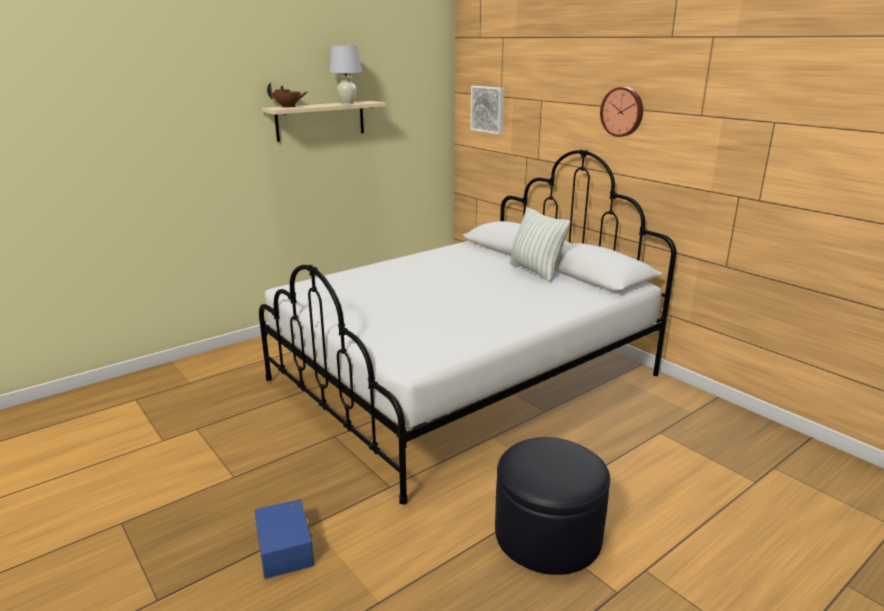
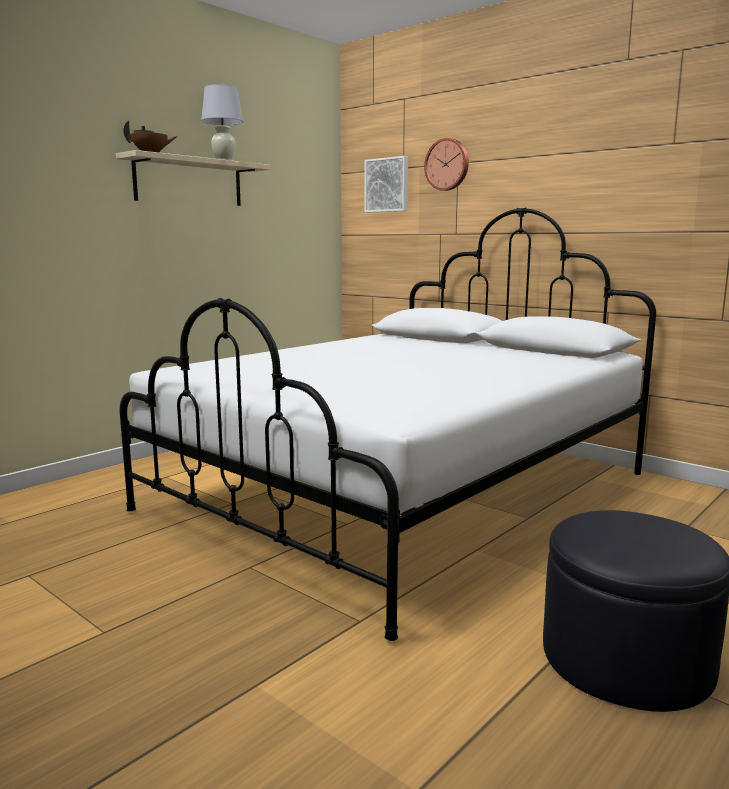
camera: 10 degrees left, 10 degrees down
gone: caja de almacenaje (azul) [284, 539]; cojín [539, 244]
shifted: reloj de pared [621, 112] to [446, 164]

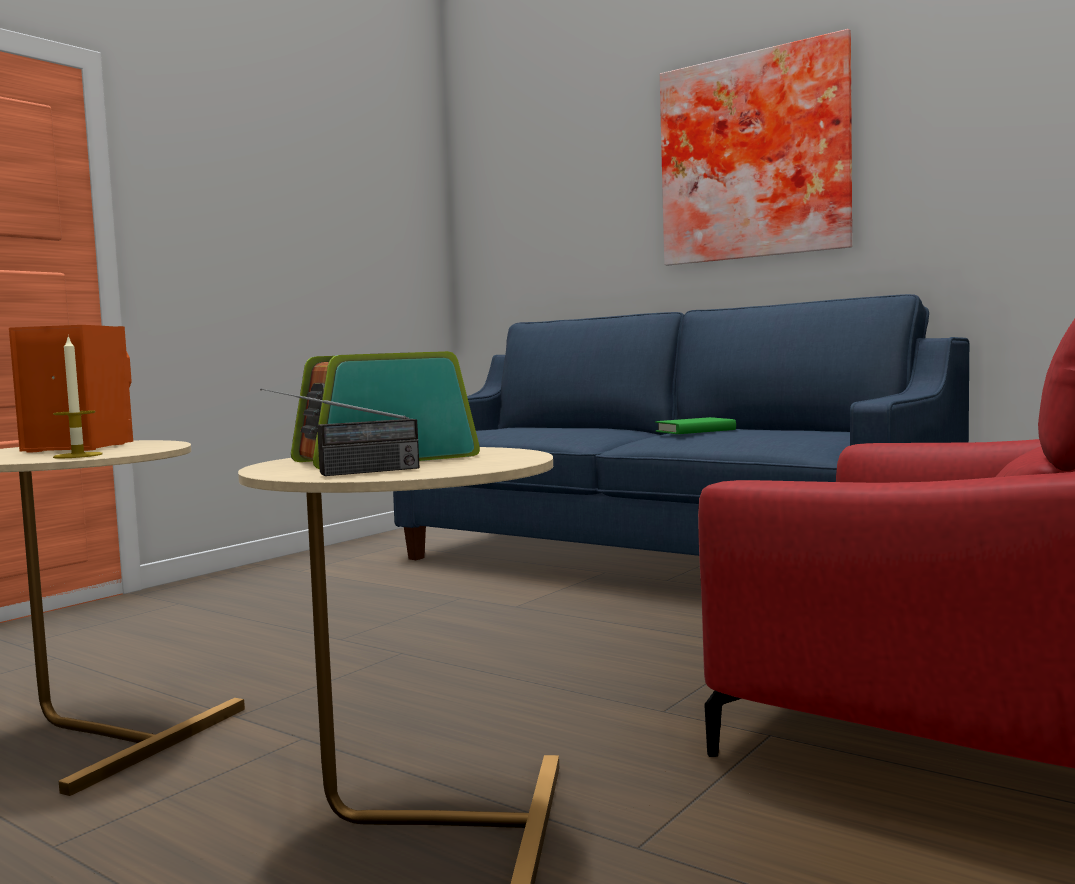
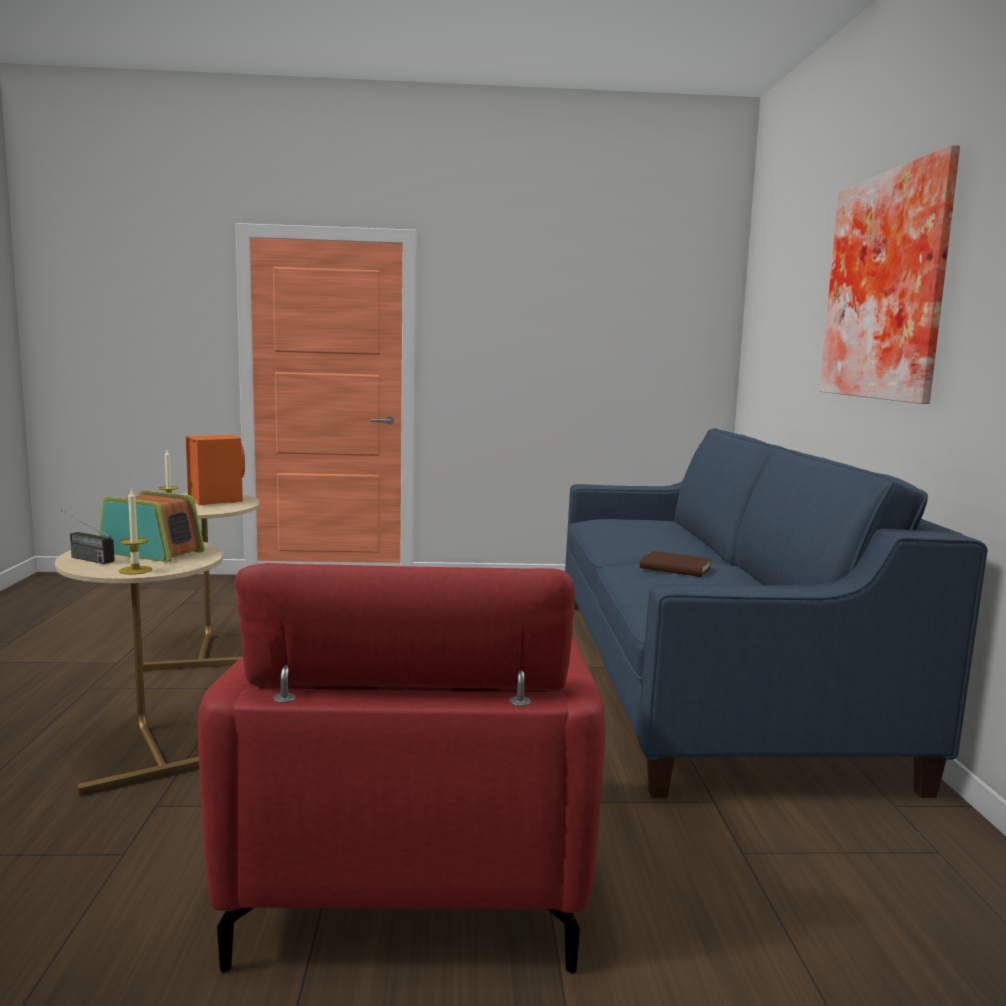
camera: 50 degrees right, 5 degrees up
new: vela [135, 531]
repainted: libro (verde) [695, 425] to libro (marrón) [676, 564]

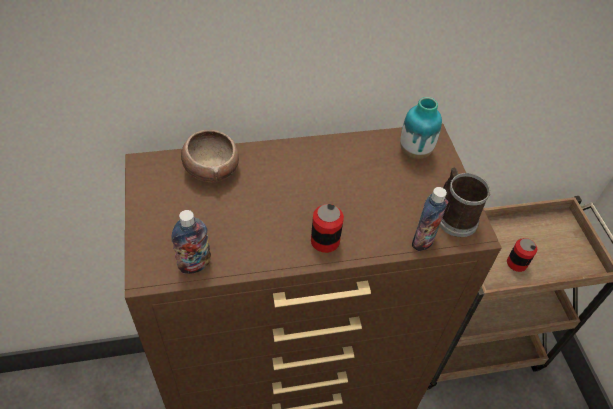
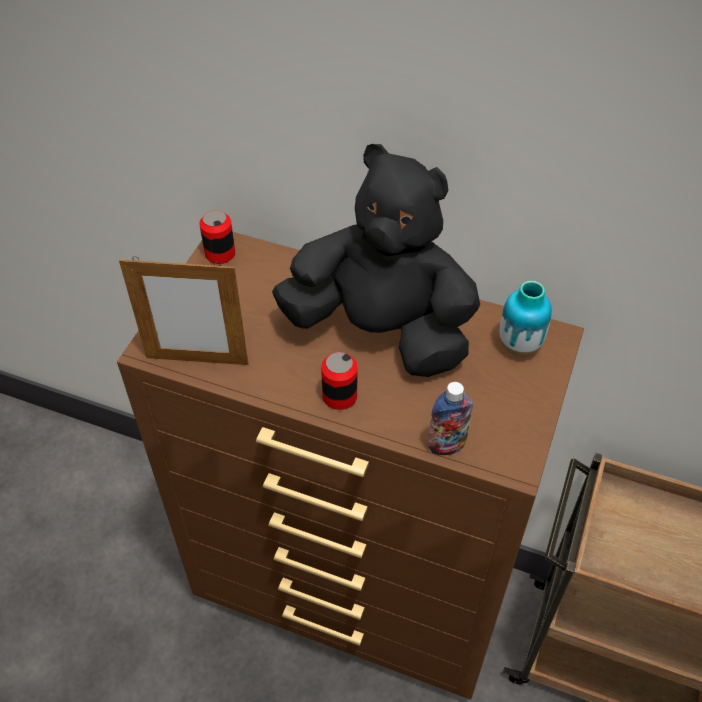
camera: 35 degrees right, 0 degrees up
gone: cuenco [210, 156]; taza grande [465, 202]
new: peluche (negro) [376, 260]
shifted: lata [522, 255] to [217, 237]
swapped: botella [191, 242] to portarretratos [183, 310]

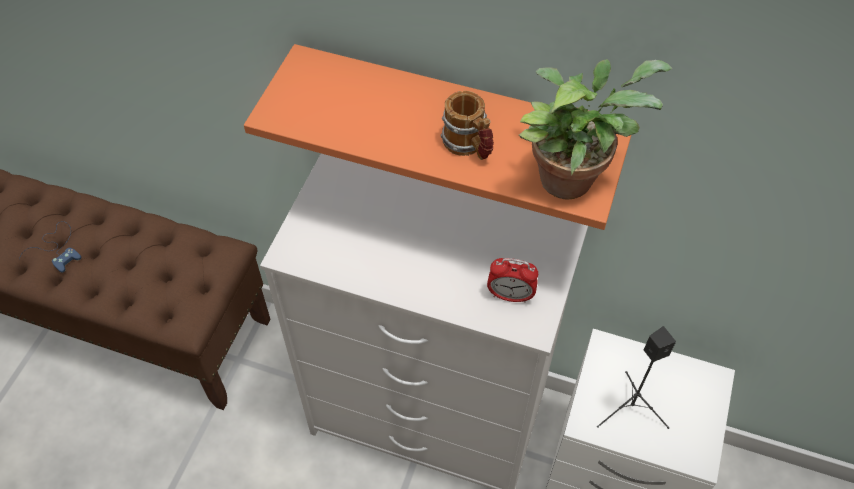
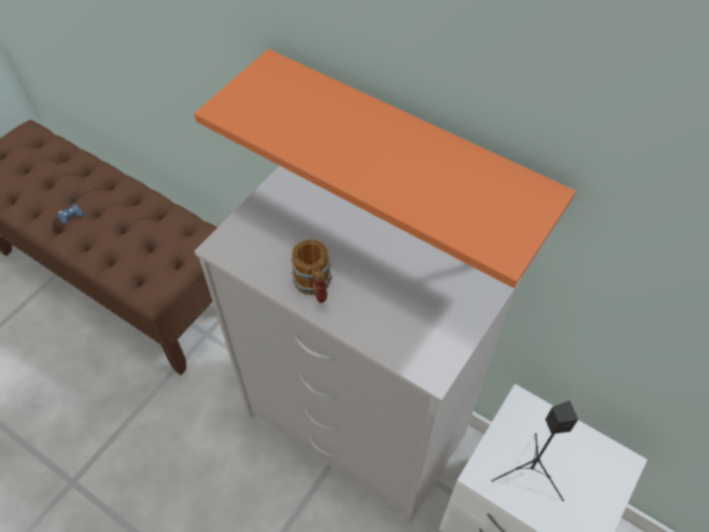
camera: 15 degrees right, 0 degrees up
gone: despertador [512, 280]; planta en maceta [596, 129]
shifted: taza grande [467, 125] to [311, 271]

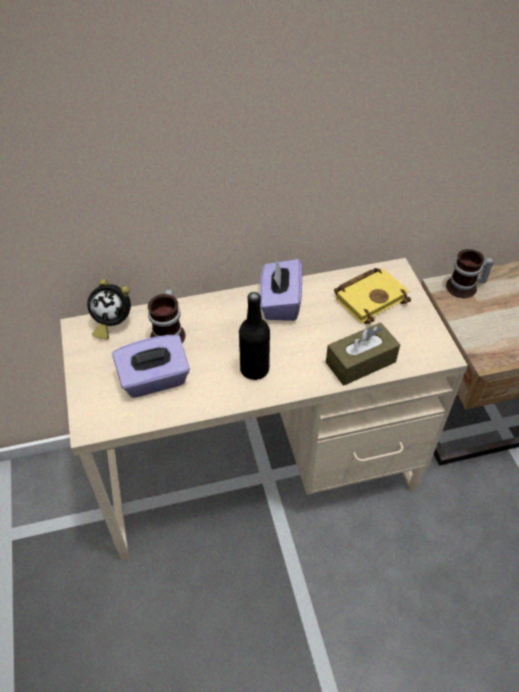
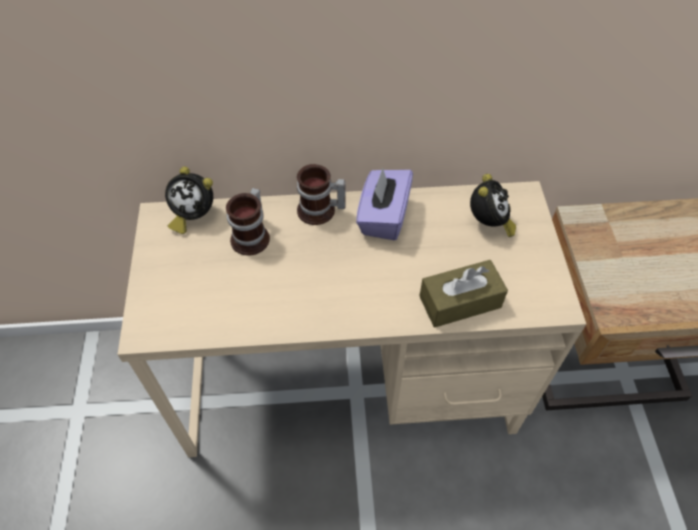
camera: 10 degrees right, 5 degrees up
gone: caja de pañuelos (morado) [151, 366]; botella (negro) [254, 336]
shifted: taza grande [470, 273] to [321, 194]
swapped: libro (amarillo) [372, 296] to despertador [493, 205]

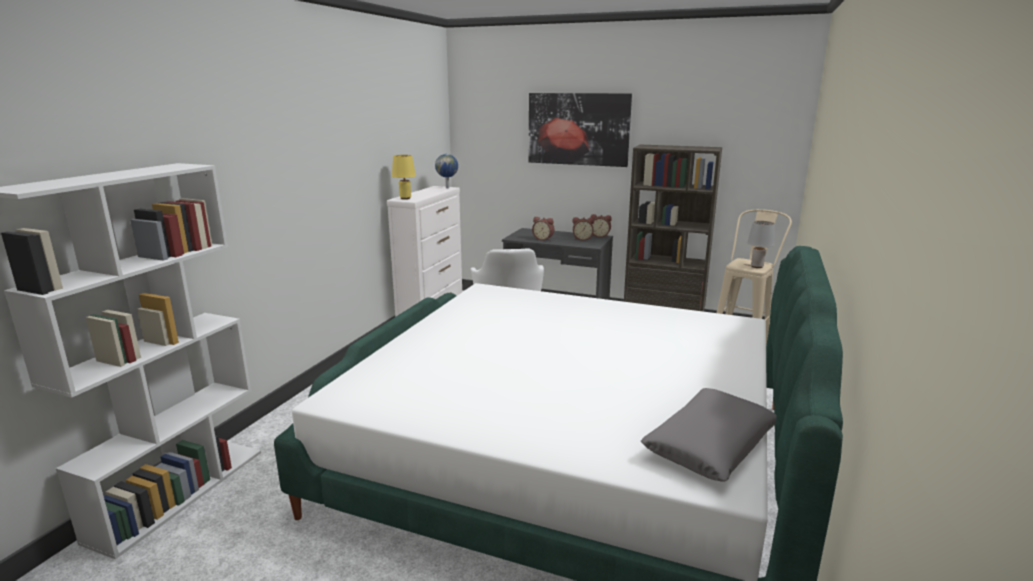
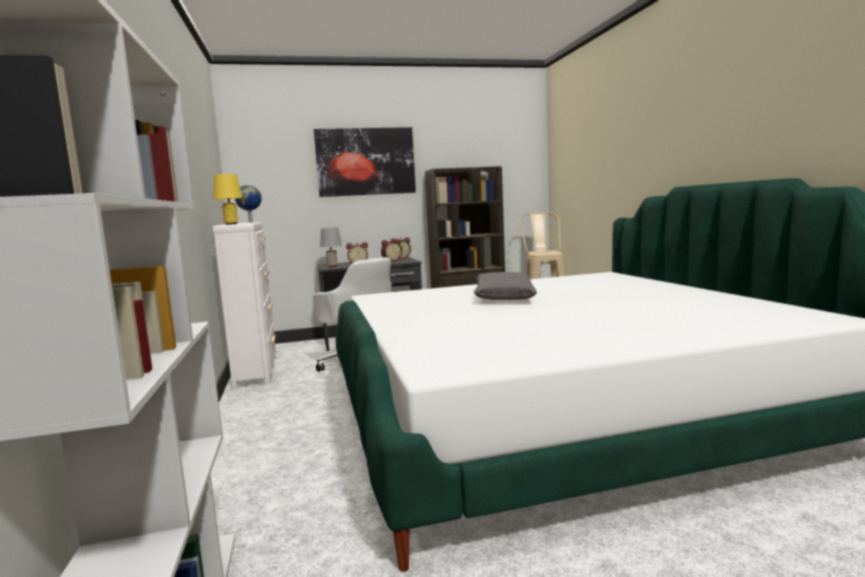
camera: 35 degrees left, 10 degrees down
shifted: cojín (gris) [709, 435] to [505, 286]; lámpara de mesa (gris) [760, 244] to [331, 247]

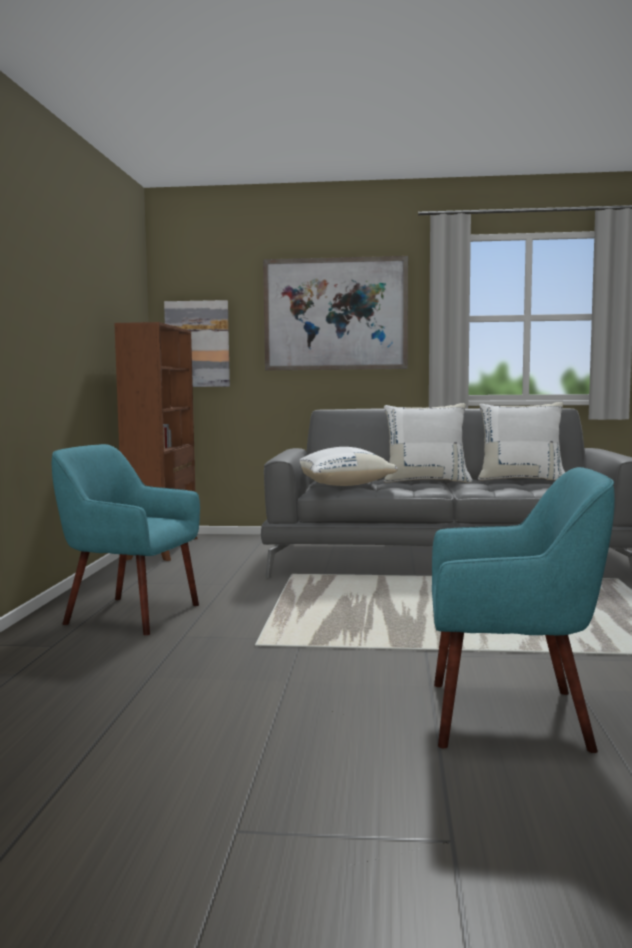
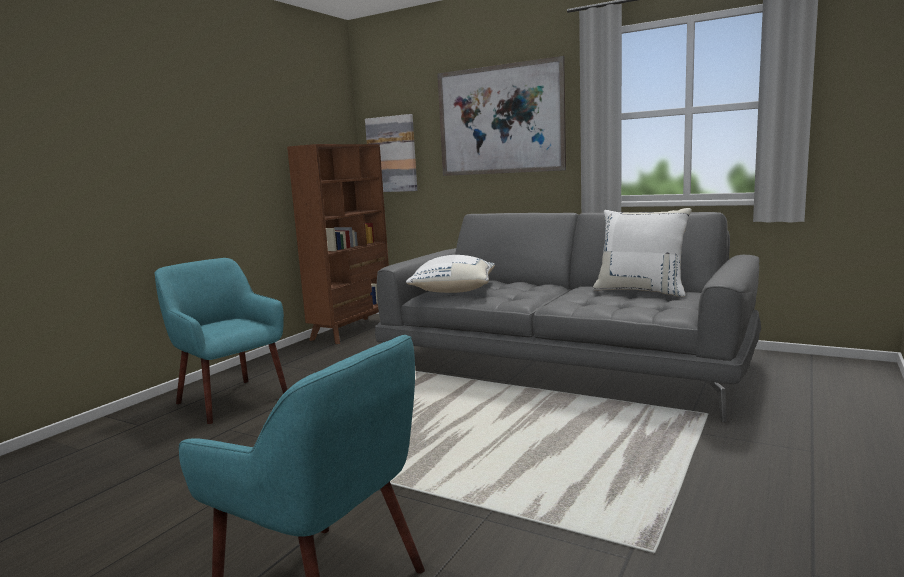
camera: 25 degrees right, 5 degrees up
gone: cojín (blanco) [428, 443]

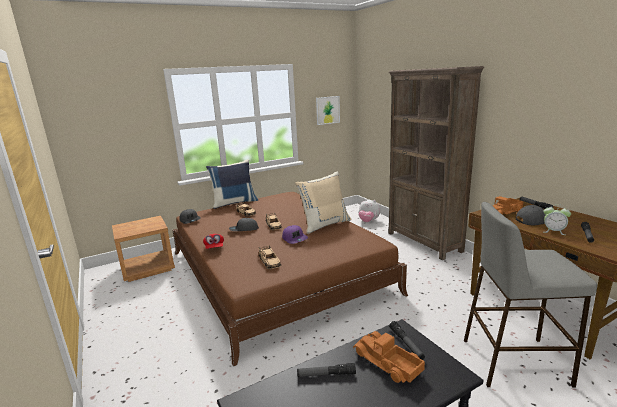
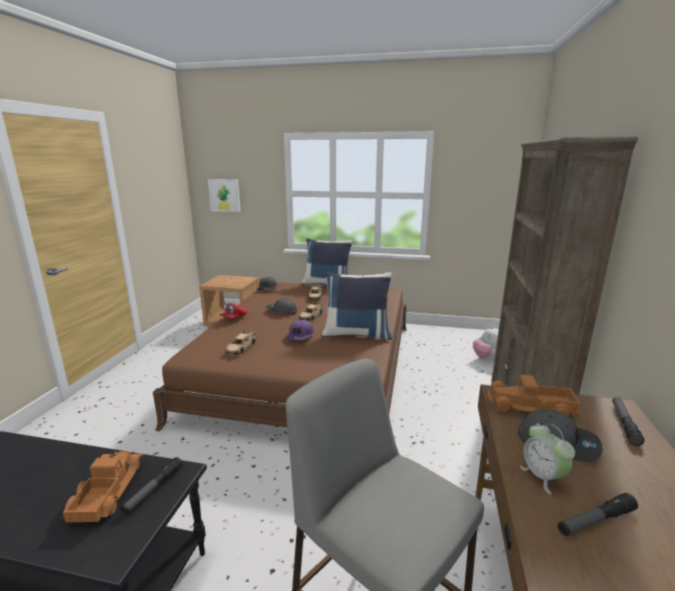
camera: 40 degrees right, 0 degrees up
gone: linterna [326, 370]
shifted: cuadro [328, 110] to [224, 195]
repainted: cojín (beis) [323, 203] to cojín (azul) [356, 306]

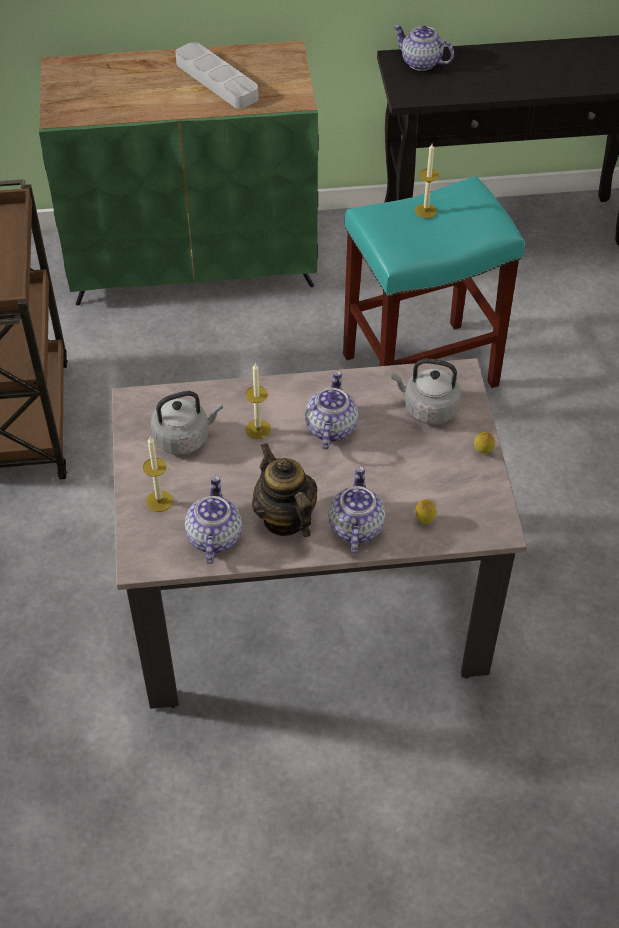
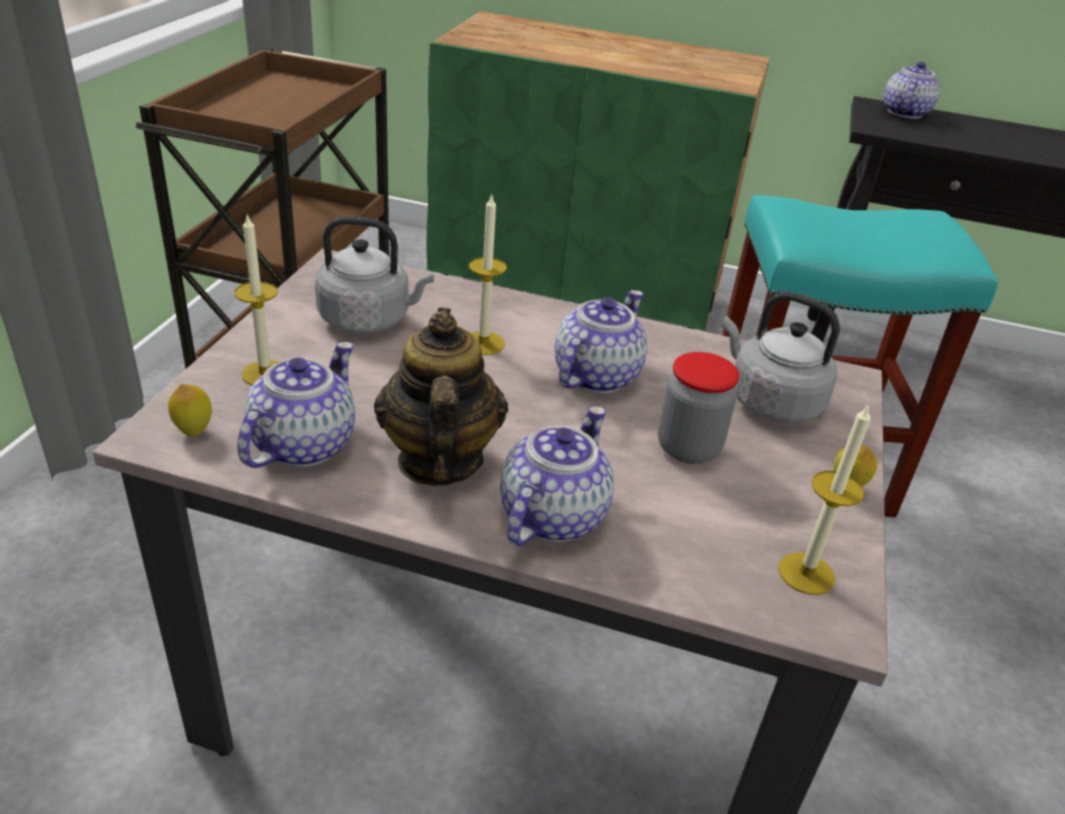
camera: 20 degrees right, 15 degrees down
gone: bandeja (gris) [217, 75]
new: tarro [699, 408]
shifted: vela [427, 181] to [824, 499]; limón [425, 512] to [190, 410]
rotated: tetera [423, 48] = [911, 90] 60 degrees clockwise

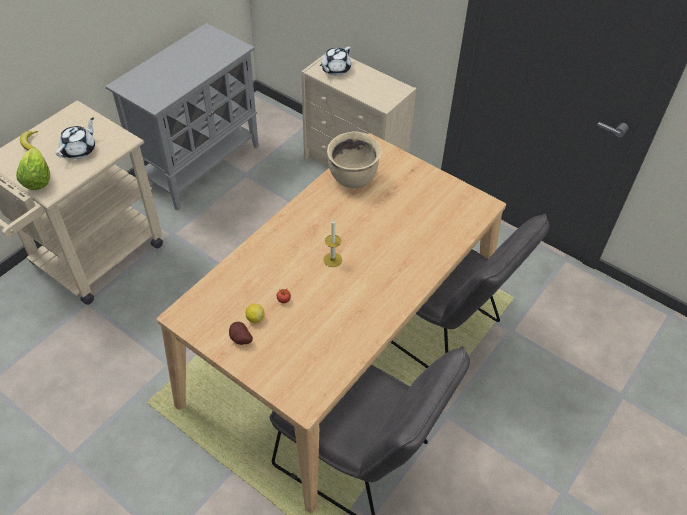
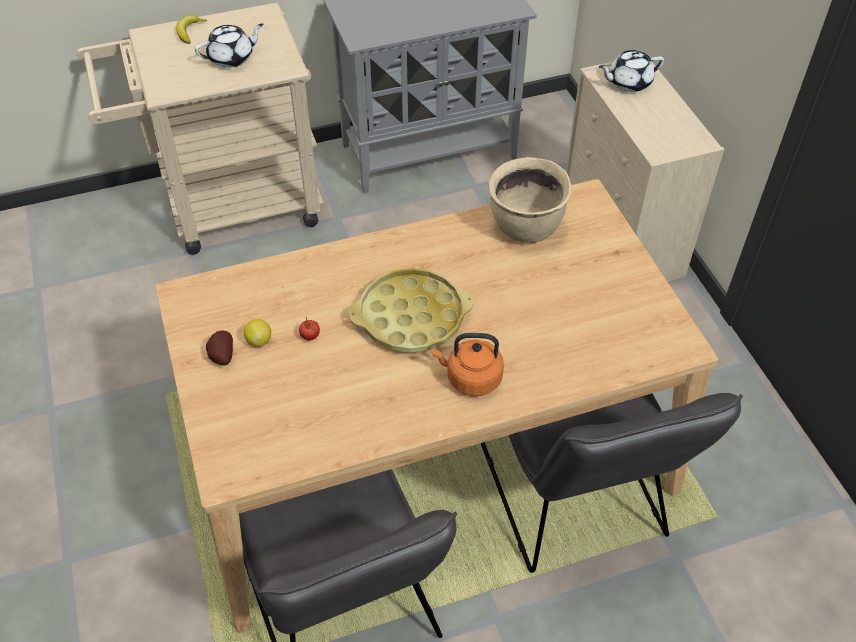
camera: 35 degrees right, 0 degrees up
gone: lechuga [33, 168]
new: hervidor (naranja) [468, 364]
swapped: vela [332, 243] to bandeja (amarillo) [411, 310]

